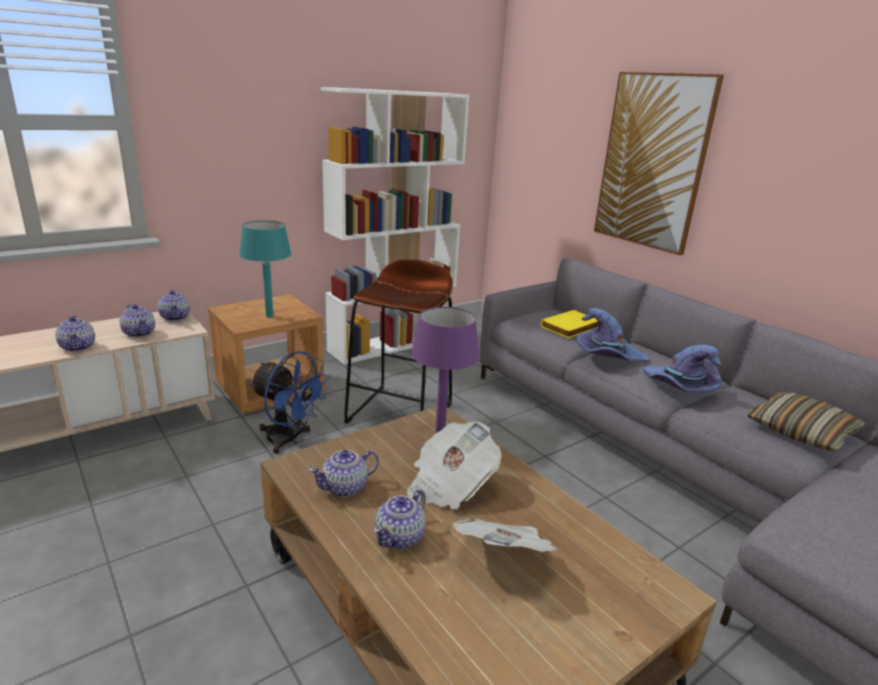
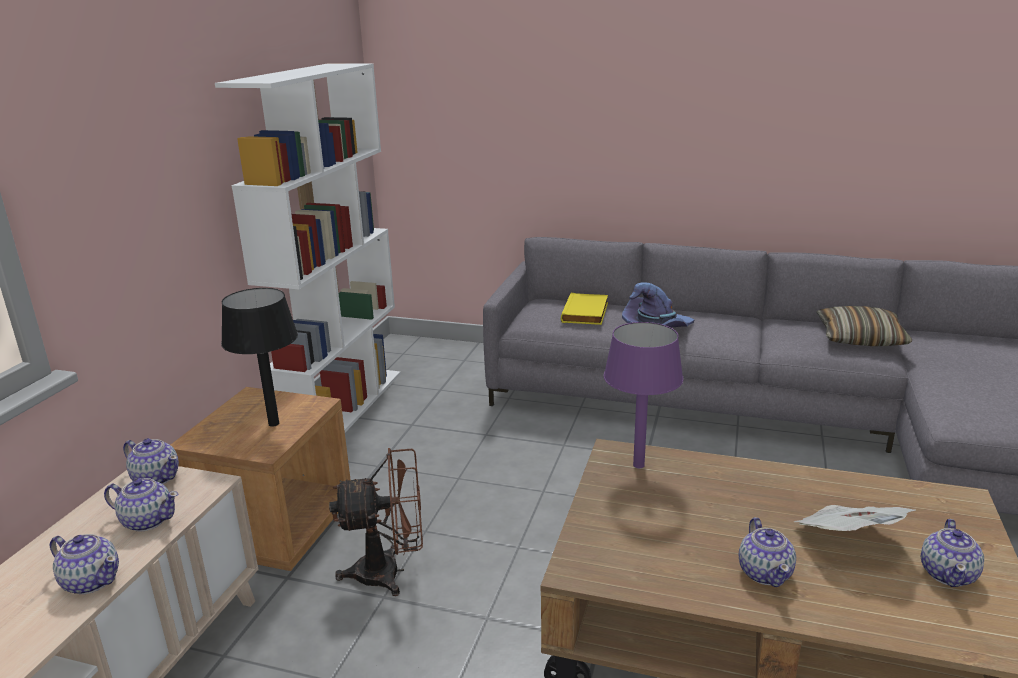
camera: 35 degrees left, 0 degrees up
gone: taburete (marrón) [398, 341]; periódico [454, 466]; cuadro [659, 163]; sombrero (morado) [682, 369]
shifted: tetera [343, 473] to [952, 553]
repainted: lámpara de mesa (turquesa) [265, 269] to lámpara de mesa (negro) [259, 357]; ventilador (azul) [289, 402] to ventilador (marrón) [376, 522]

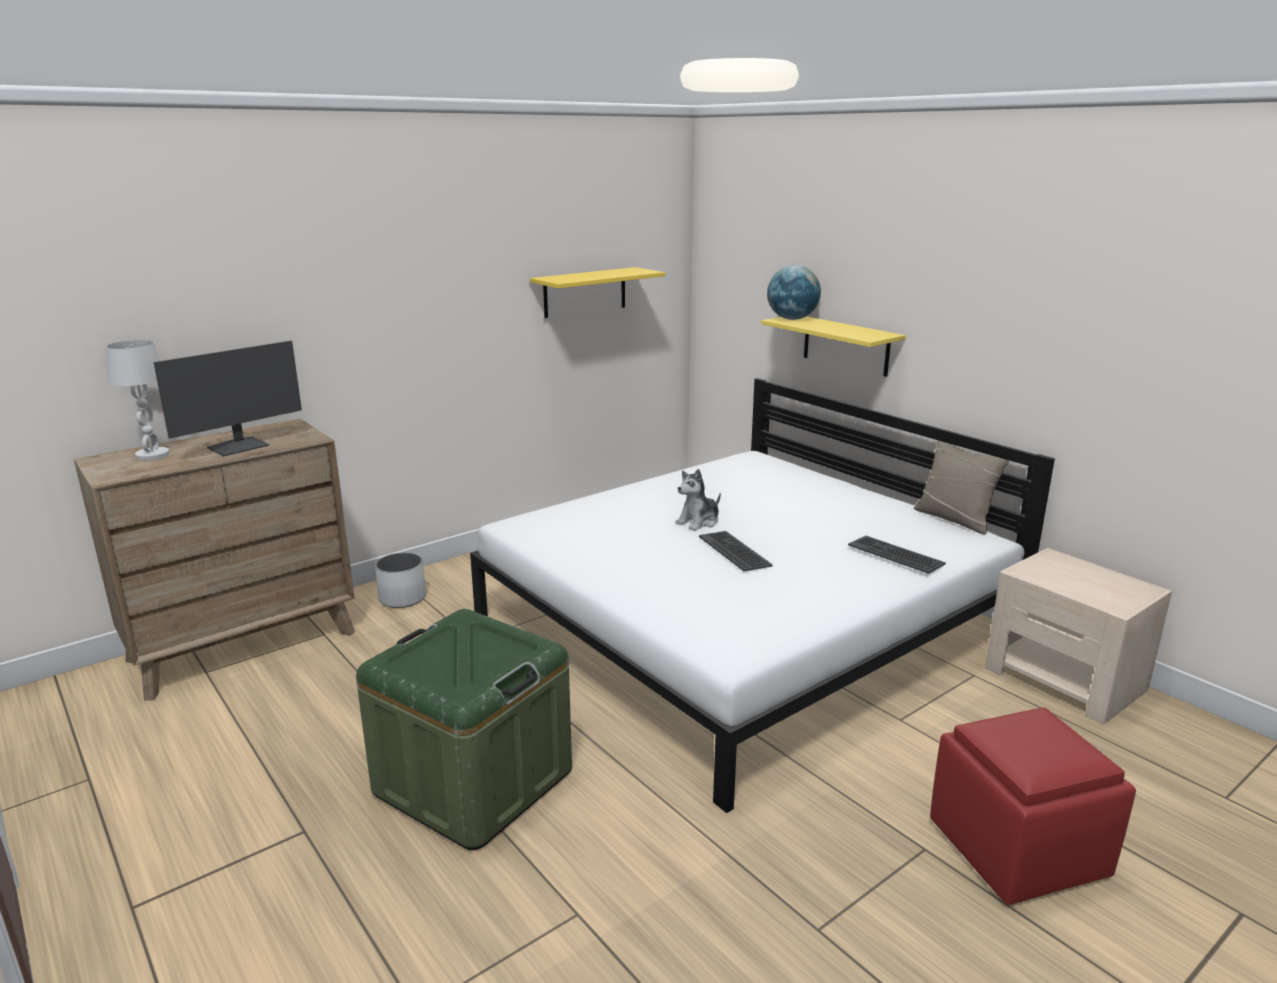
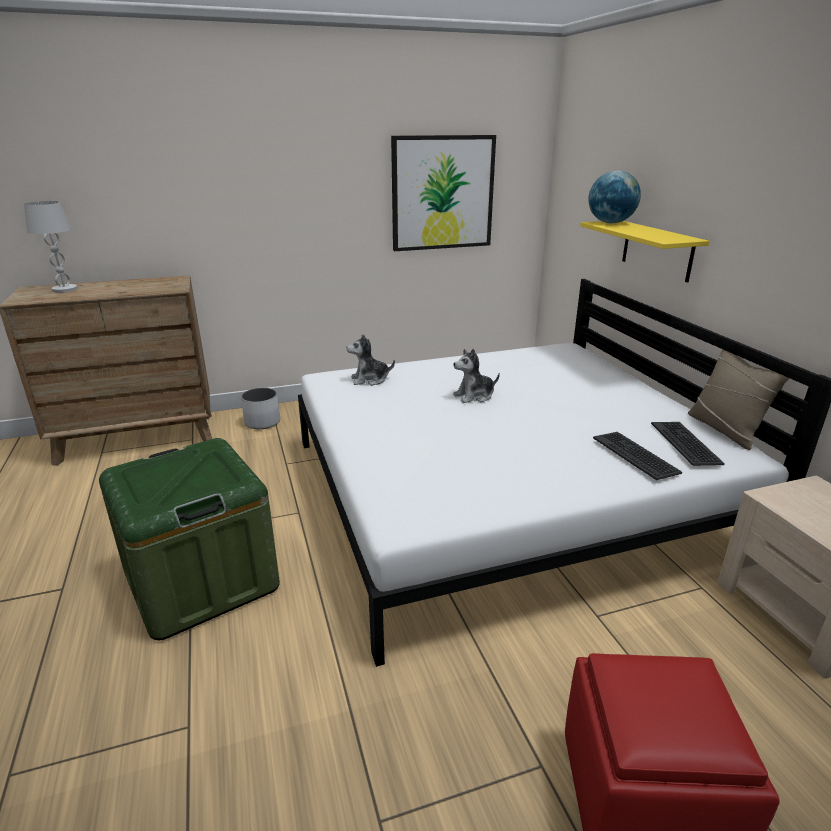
camera: 20 degrees right, 5 degrees up
gone: monitor [228, 398]
new: peluche [370, 360]
shifted: teclado [736, 551] to [687, 444]
swapped: estante (amarillo) [597, 292] to cuadro [443, 193]

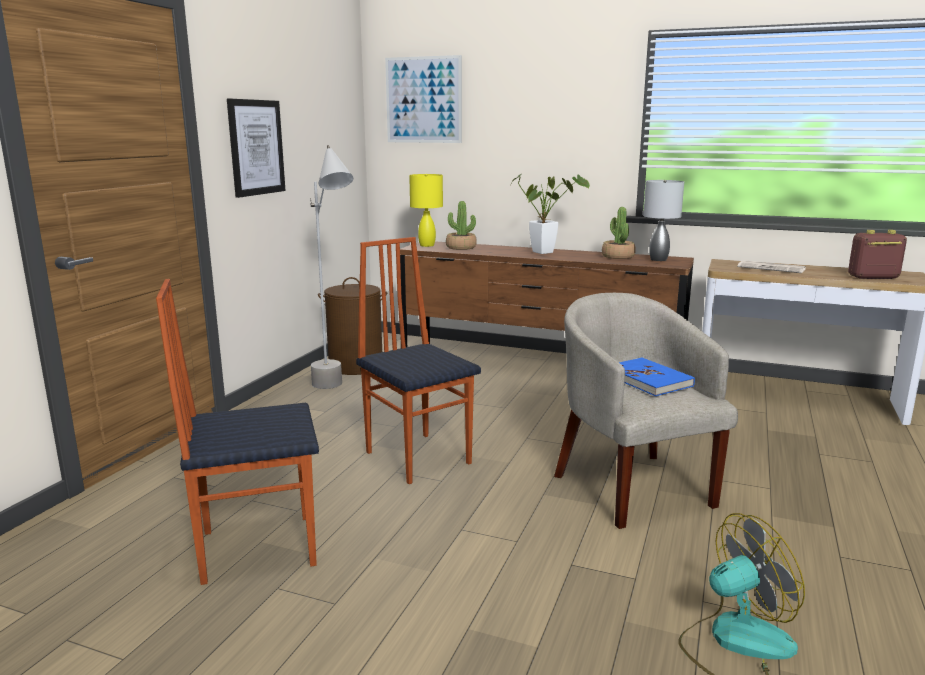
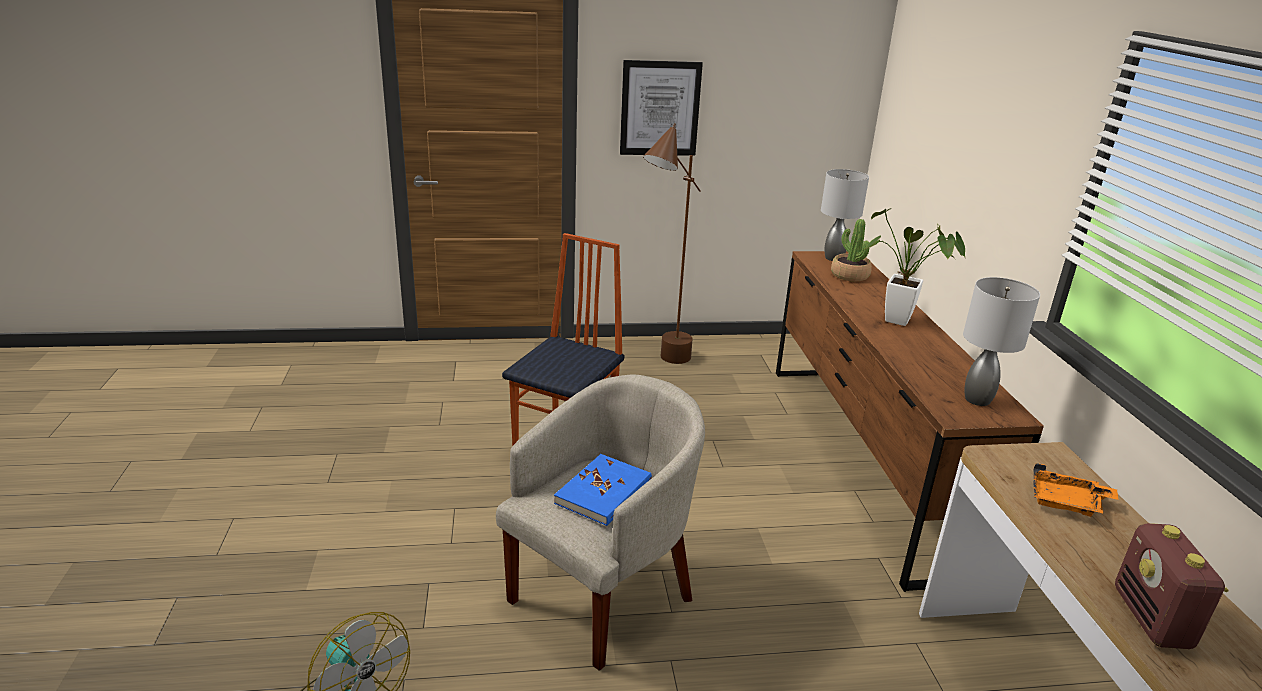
camera: 60 degrees right, 10 degrees up
gone: silla [237, 432]; cesto de la ropa (marrón) [352, 326]; cuadro [423, 99]; planta en maceta [619, 233]
swapped: periódico [772, 266] to bandeja (naranja) [1076, 490]
repainted: lámpara de pie (gris) [331, 267] to lámpara de pie (marrón) [672, 243]; lámpara de mesa (amarillo) [426, 210] to lámpara de mesa (gris) [845, 215]
rotated: radio [877, 254] = [1172, 586] 150 degrees counterclockwise

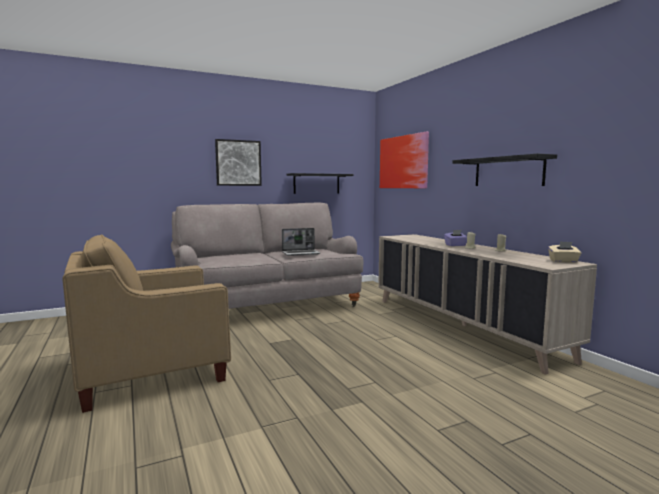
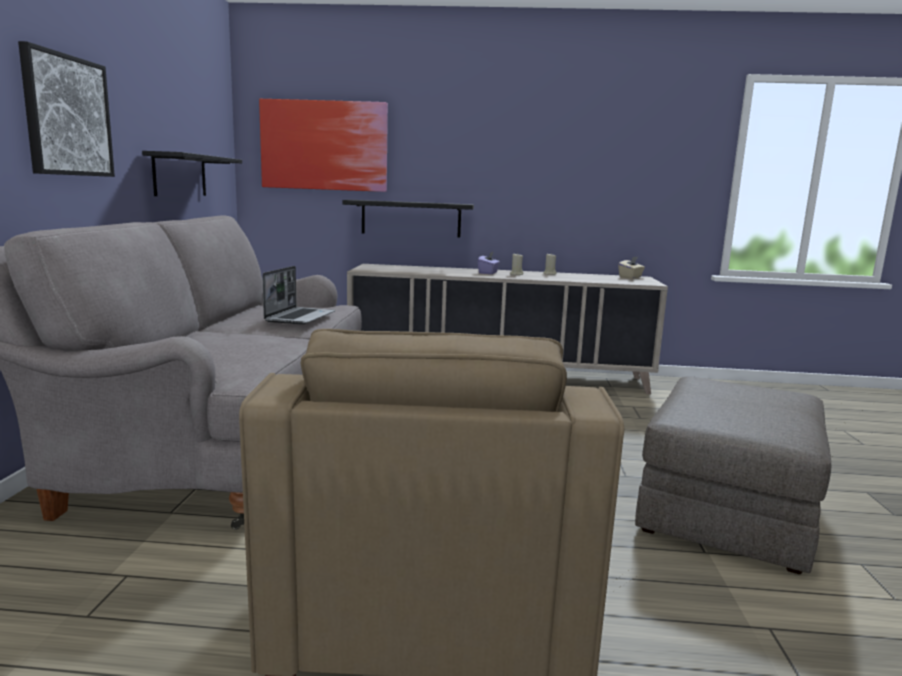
camera: 60 degrees left, 5 degrees up
new: puf (gris) [733, 475]
shifted: estante (negro) [504, 170] to [408, 219]

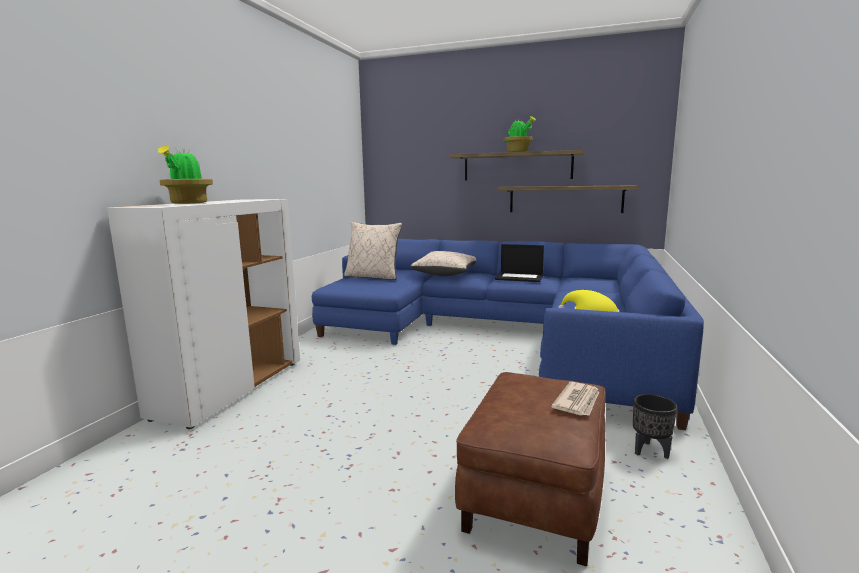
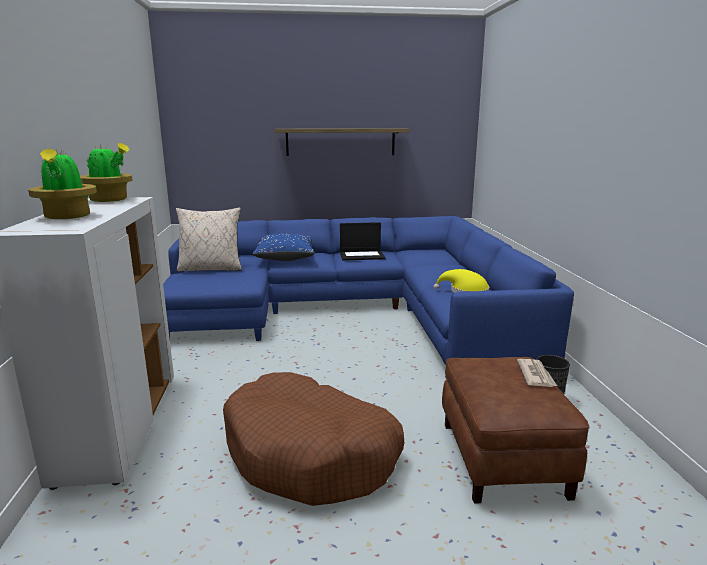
camera: 25 degrees left, 5 degrees up
gone: estante [568, 199]
new: cama para perro (marrón) [313, 439]
shifted: planta en maceta [520, 134] to [106, 172]
repainted: cojín (beis) [443, 263] to cojín (azul) [284, 247]

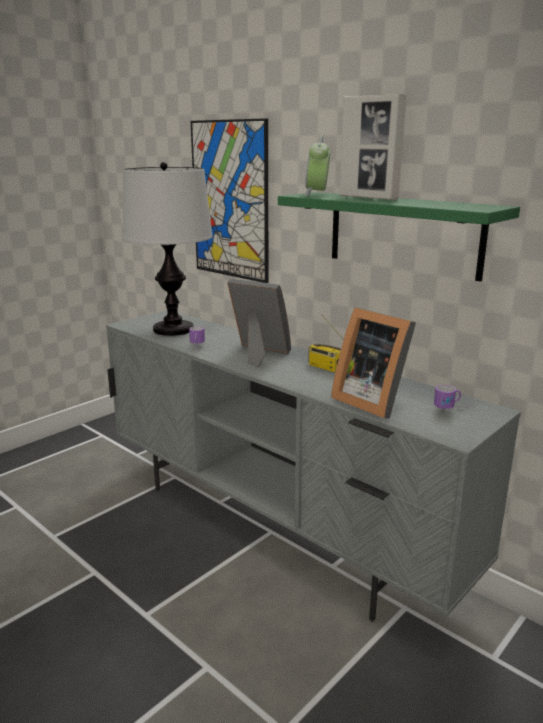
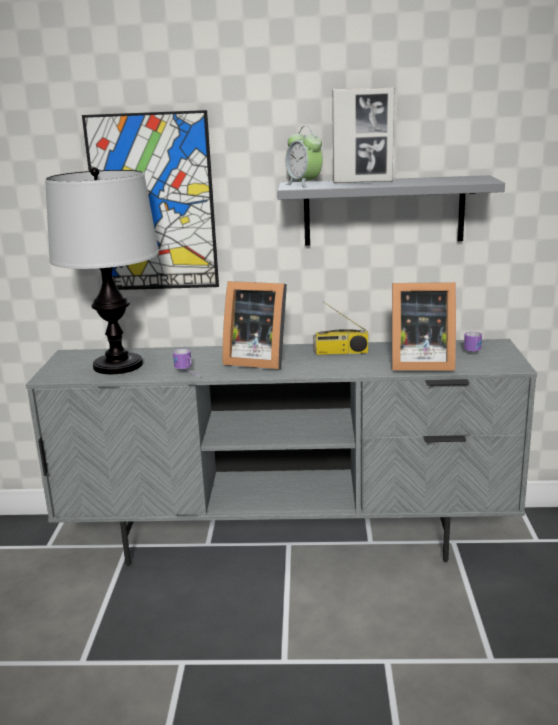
camera: 40 degrees left, 0 degrees up
repainted: estante (verde) [399, 237] to estante (gris) [391, 210]
rotated: portarretratos [259, 323] = [254, 325] 150 degrees counterclockwise

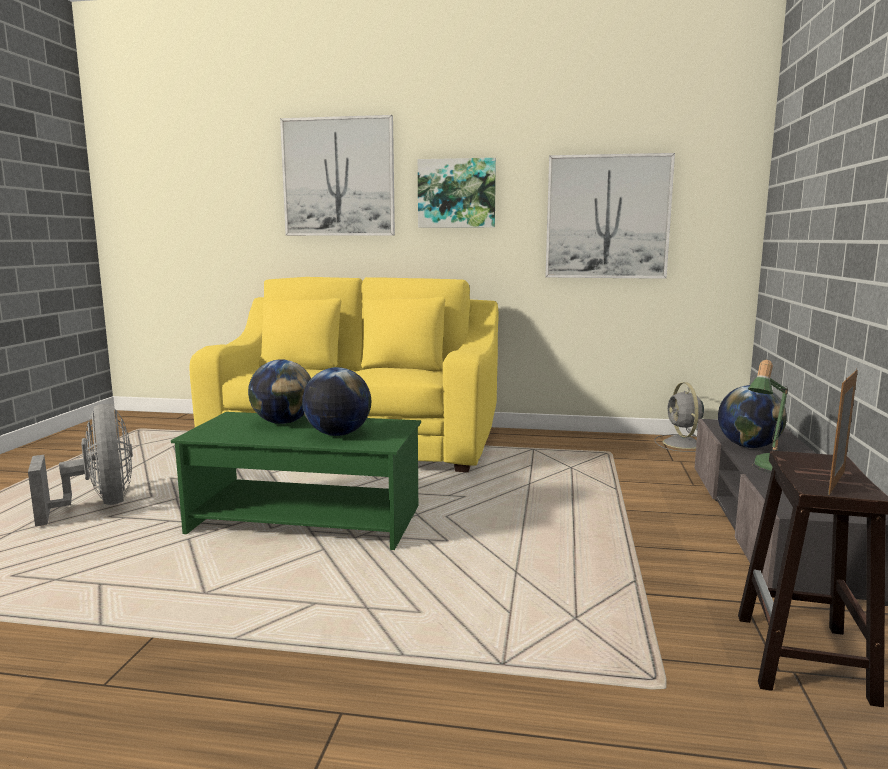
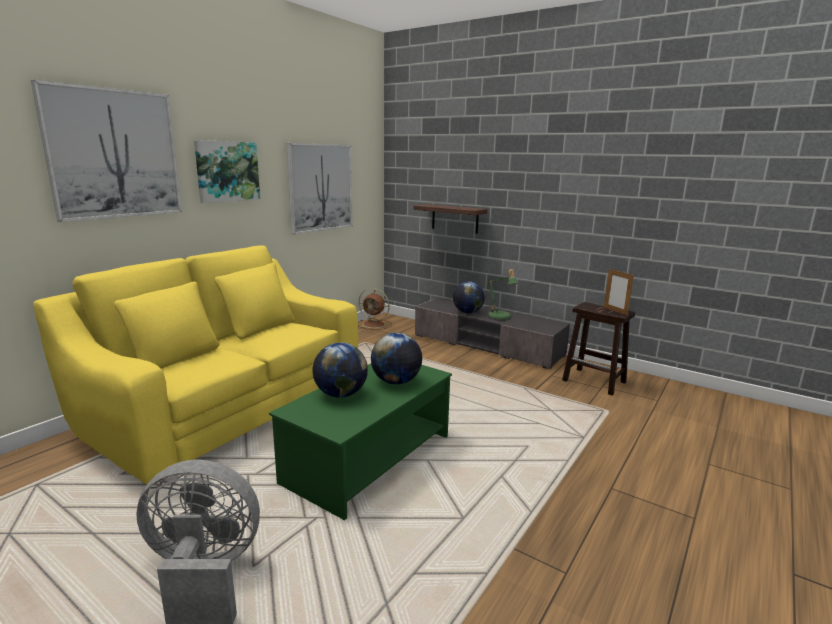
camera: 65 degrees left, 5 degrees up
new: estante [450, 219]
repainted: ventilador (gris) [679, 417] to ventilador (marrón) [374, 309]

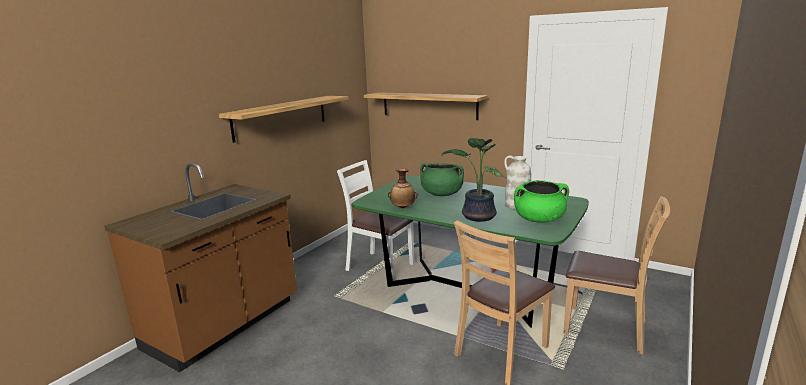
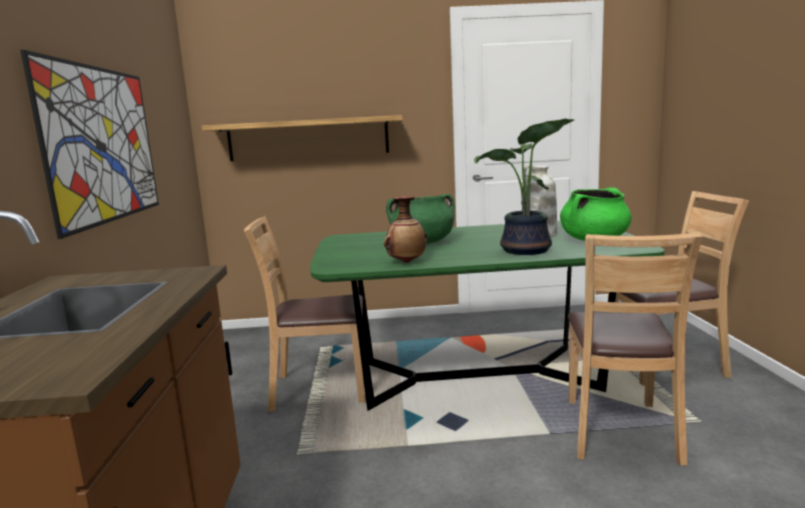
camera: 35 degrees left, 5 degrees down
swapped: estante [284, 119] to cuadro [89, 144]
repainted: silla (blanco) [375, 220] to silla (marrón) [304, 314]

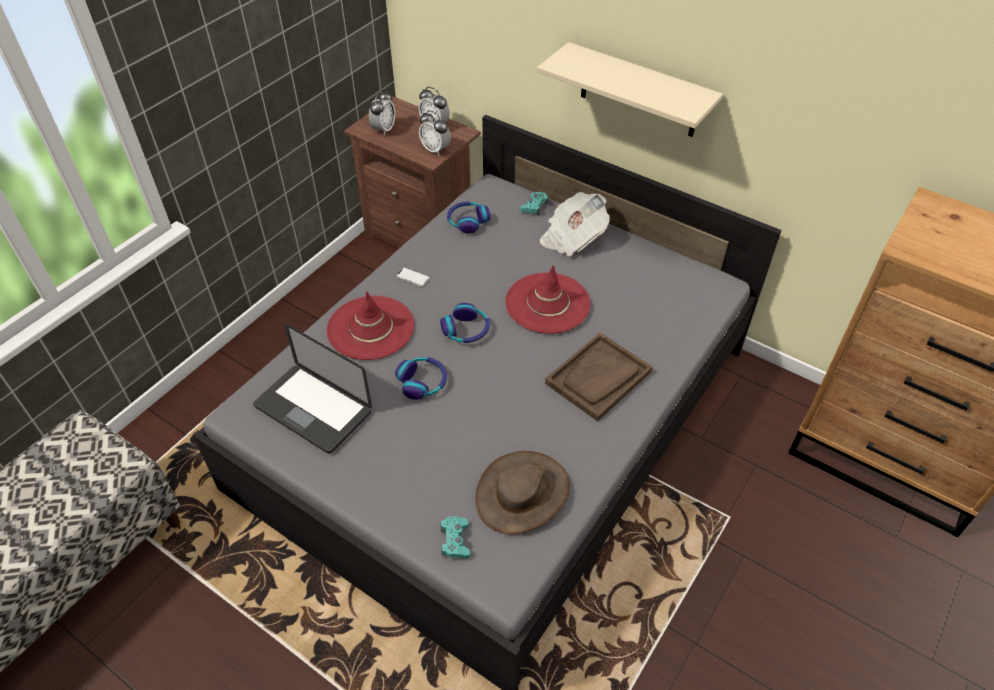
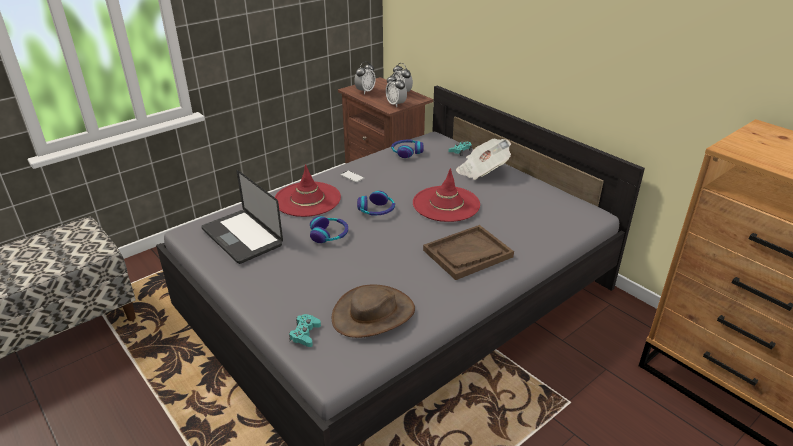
camera: 15 degrees right, 15 degrees down
gone: estante (beis) [630, 89]

